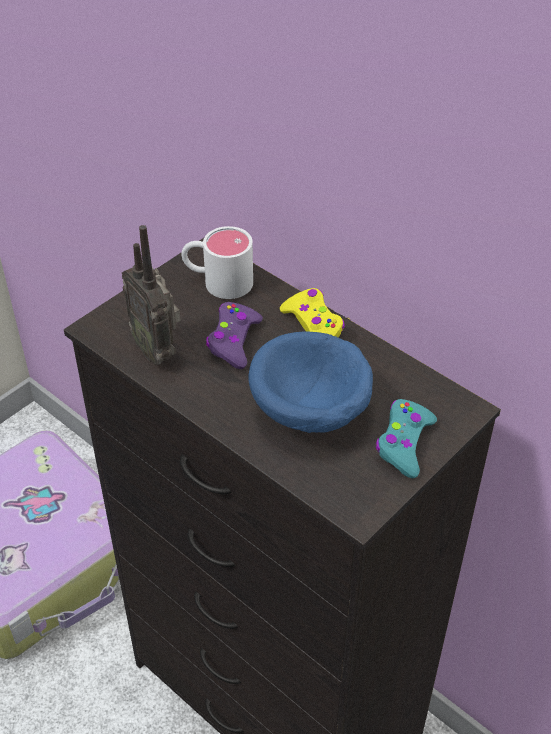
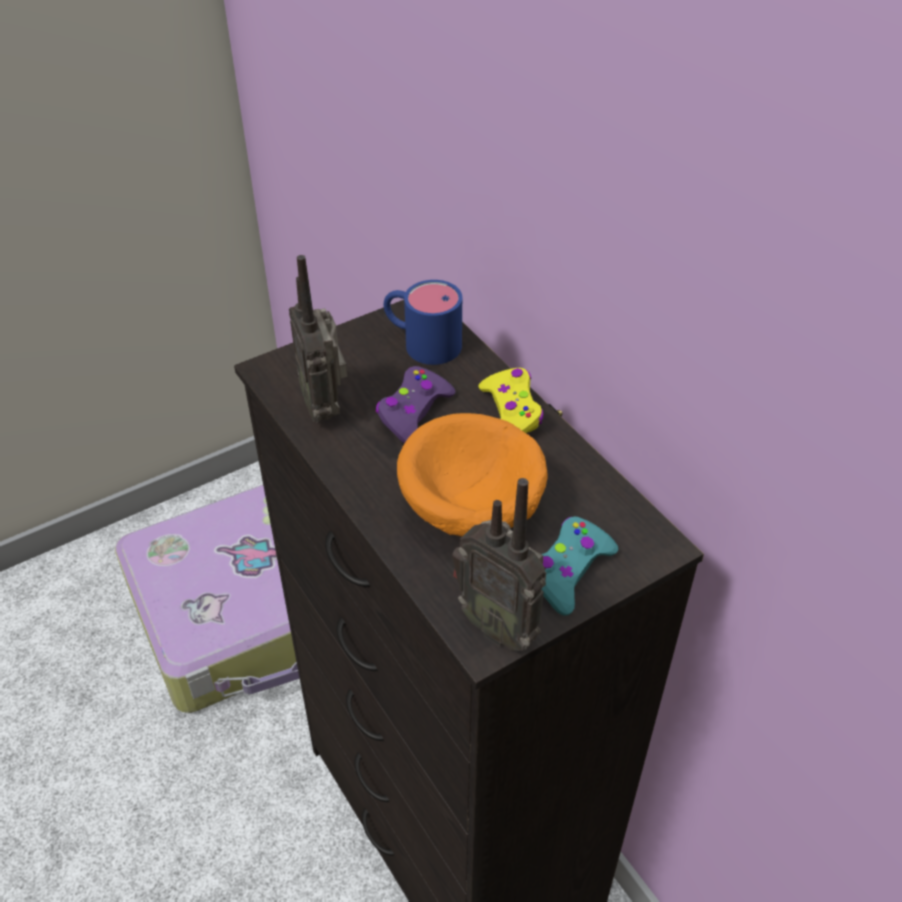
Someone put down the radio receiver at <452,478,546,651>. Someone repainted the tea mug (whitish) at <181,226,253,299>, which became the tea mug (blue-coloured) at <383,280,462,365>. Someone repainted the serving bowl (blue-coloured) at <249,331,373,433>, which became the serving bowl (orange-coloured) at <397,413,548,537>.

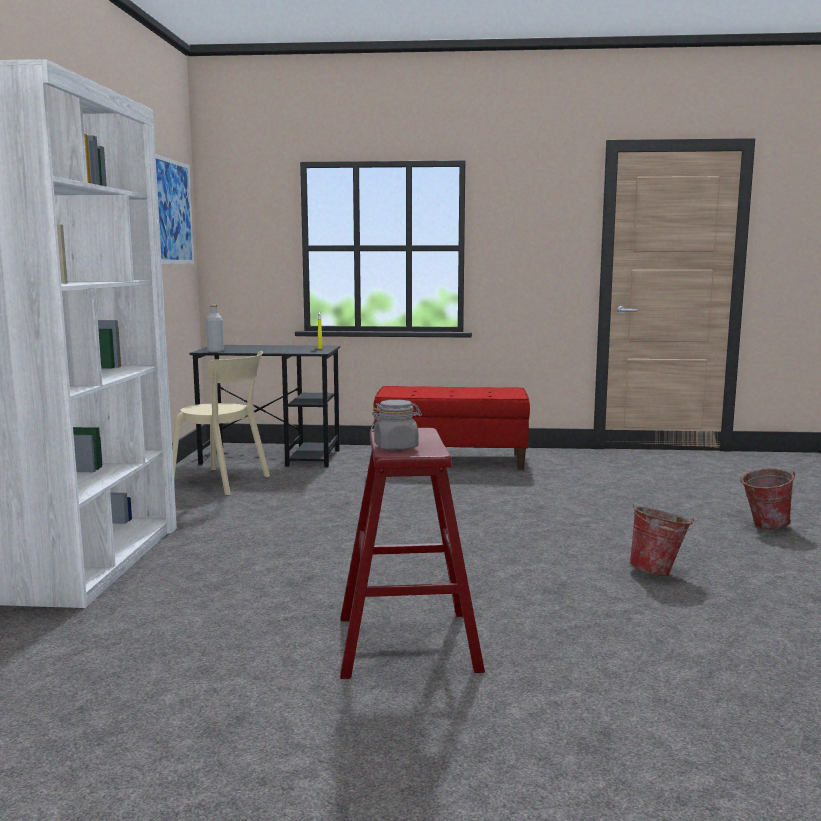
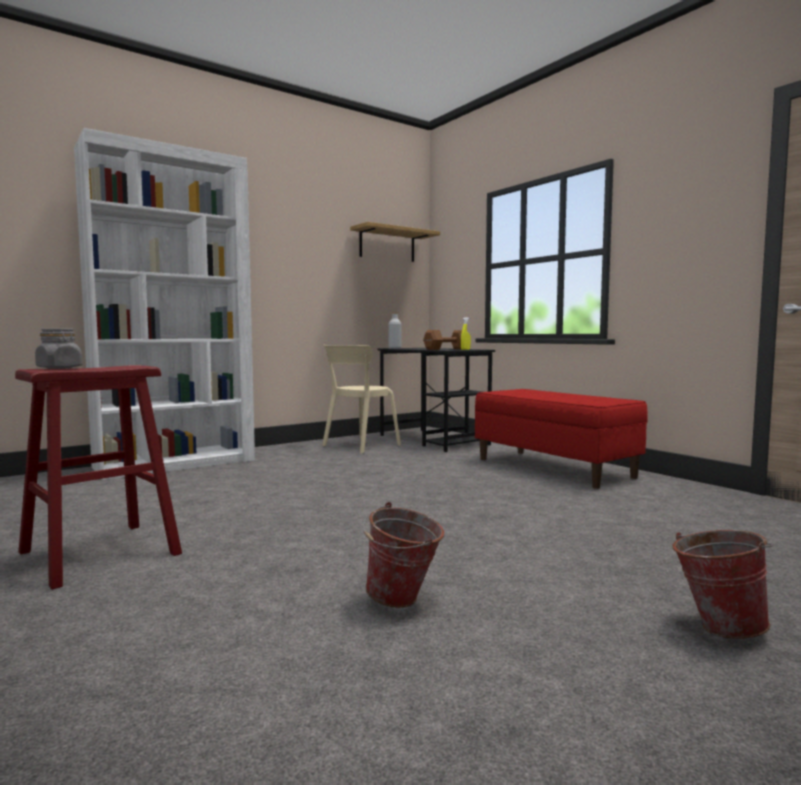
Someone put down the dumbbell (brownish) at <423,330,462,350>. Someone swapped the wall picture at <156,154,194,264> for the shelf at <350,222,440,262>. Someone rotated the upright chair (beige) at <172,351,270,495> by 60 degrees clockwise.

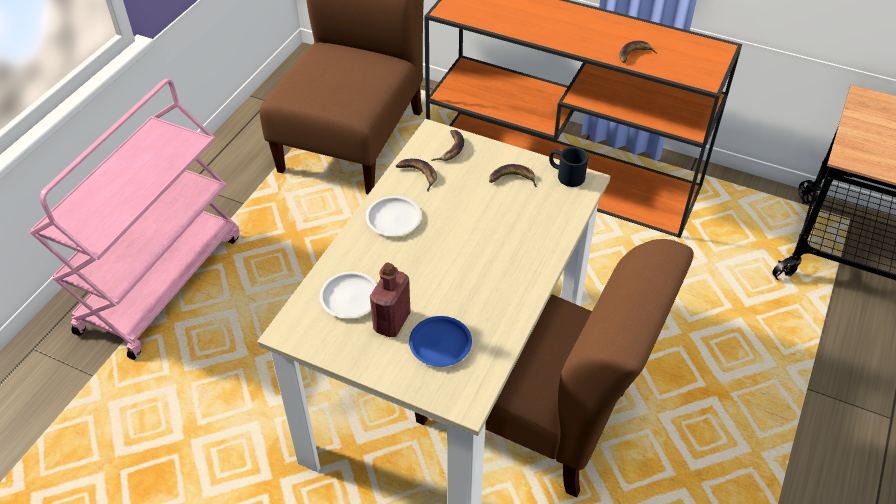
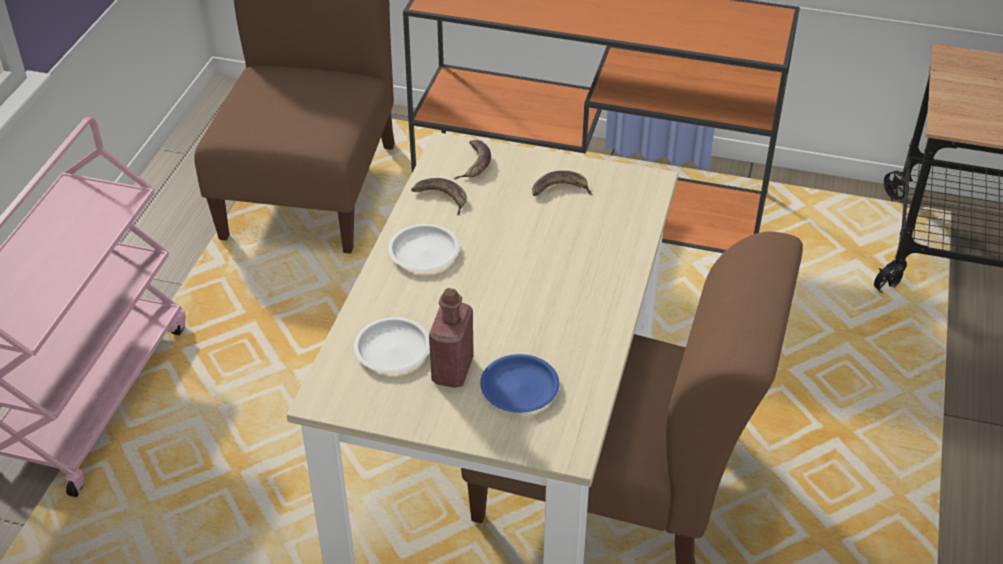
Someone took away the tea mug (blackish) at <549,147,588,187>. Someone took away the whole banana at <619,41,657,63>.

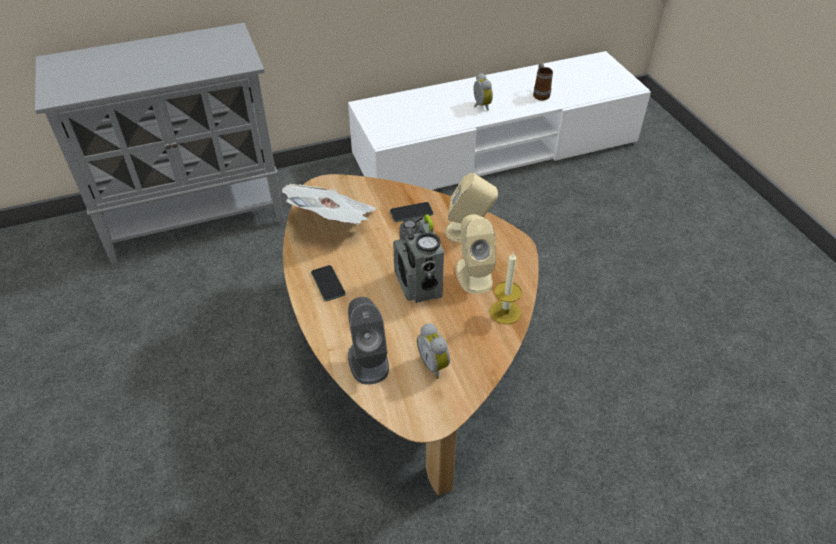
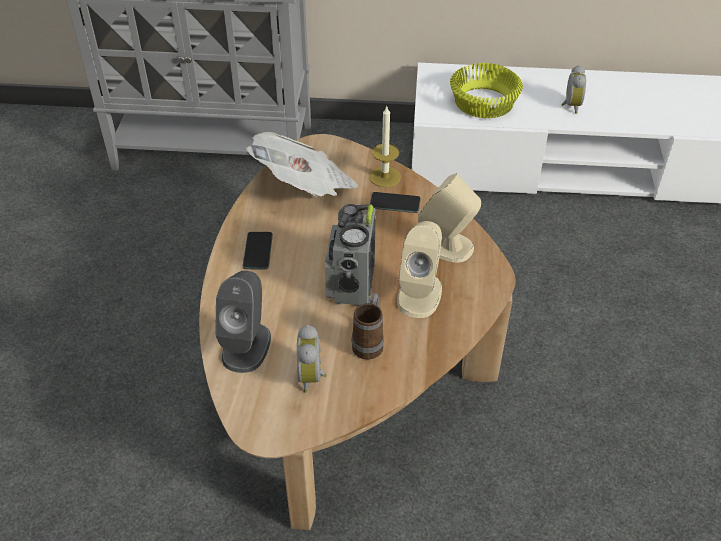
Someone put down the serving bowl (yellowish) at <450,63,523,118>. Someone carried the wax light from <490,251,522,324> to <369,106,401,187>. Someone carried the tea mug from <533,63,553,101> to <352,293,384,360>.

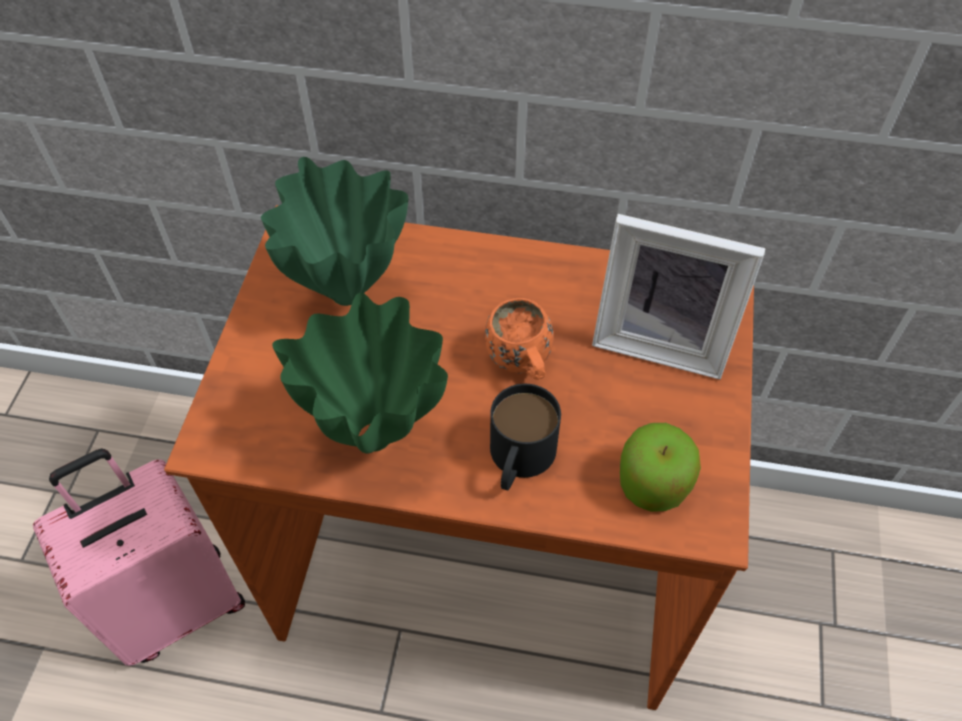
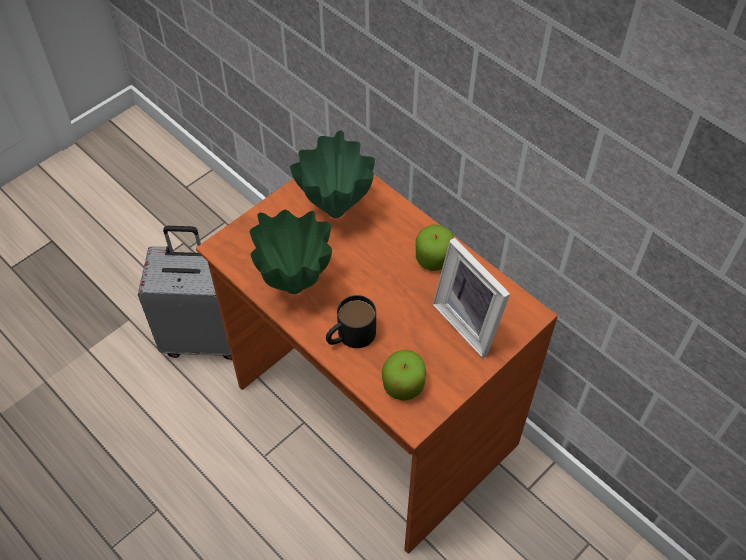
Someone took away the tea mug (orange-coloured) at <485,298,553,380>. Someone put down the whole apple at <416,224,454,271>. Someone repainted the piece of luggage (pink) at <33,448,245,666>, which became the piece of luggage (gray) at <138,226,232,360>.

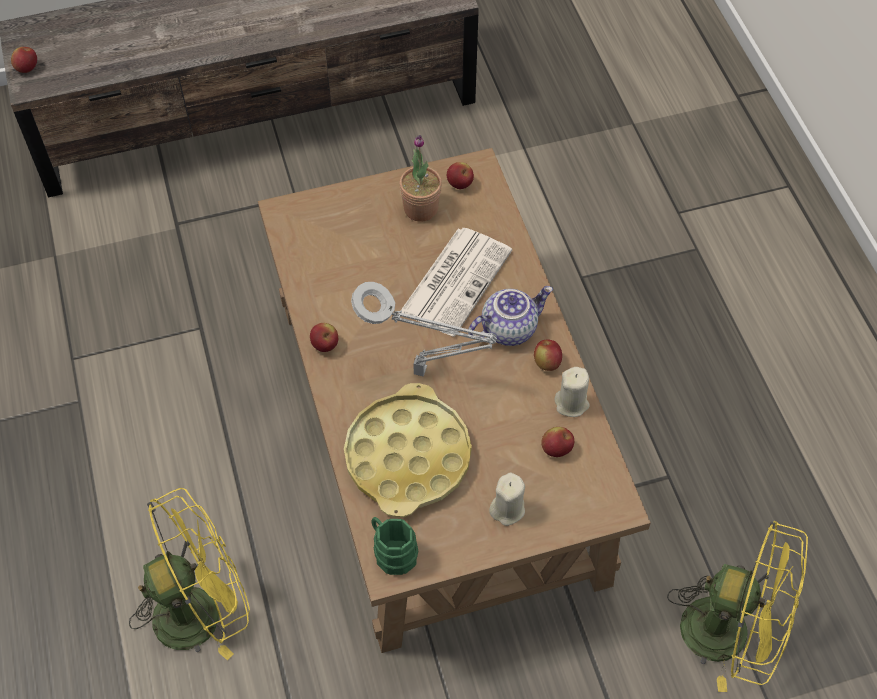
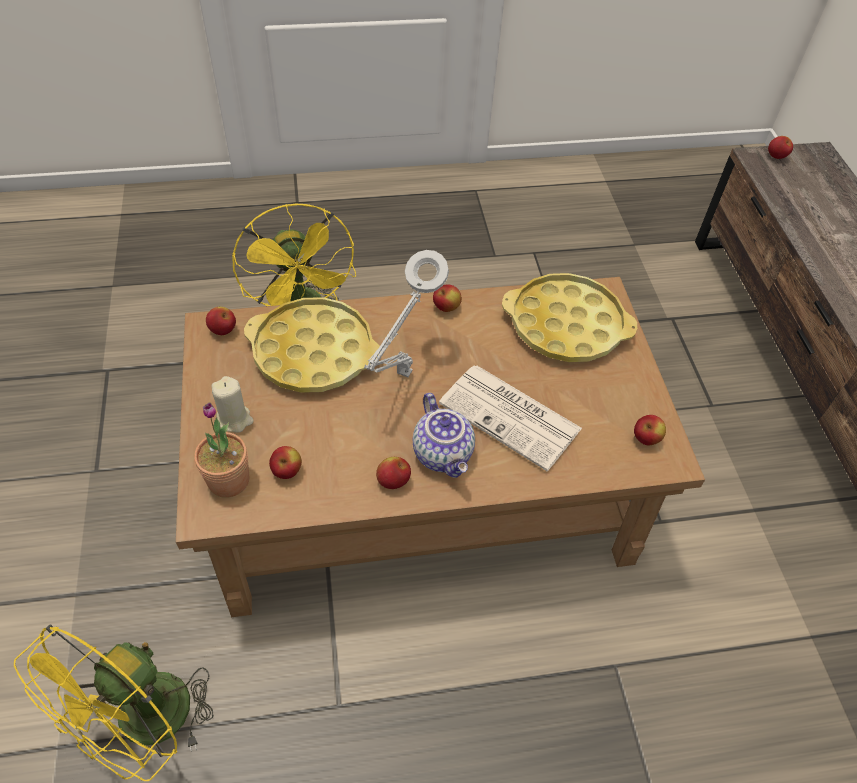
Someone took away the wax light (beige) at <555,367,590,417>. Someone put down the serving tray (yellowish) at <502,273,637,362>. Someone carried the plant in a pot from <399,135,442,222> to <194,402,249,498>. Someone swapped the tea mug (green-coloured) at <371,517,418,575> for the whole apple at <206,307,236,335>.

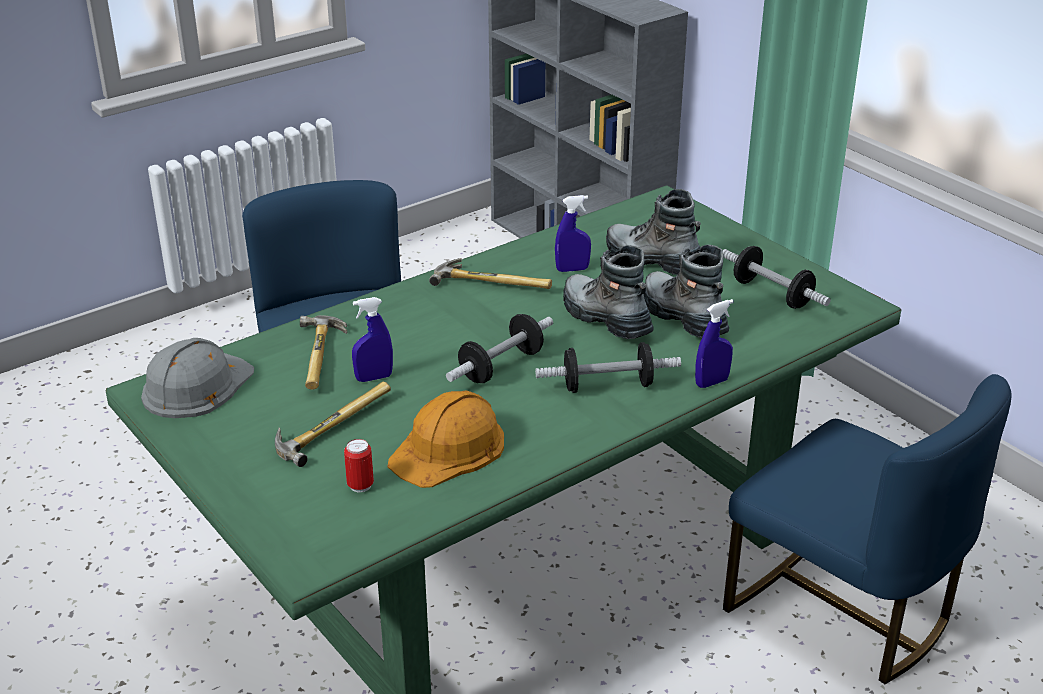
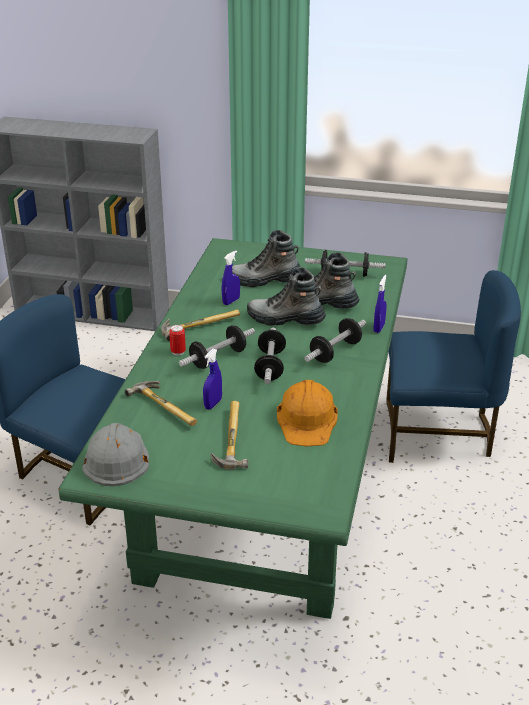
Someone put down the dumbbell at <179,325,255,369>. Someone carried the sealed can from <344,439,374,492> to <169,325,186,356>.

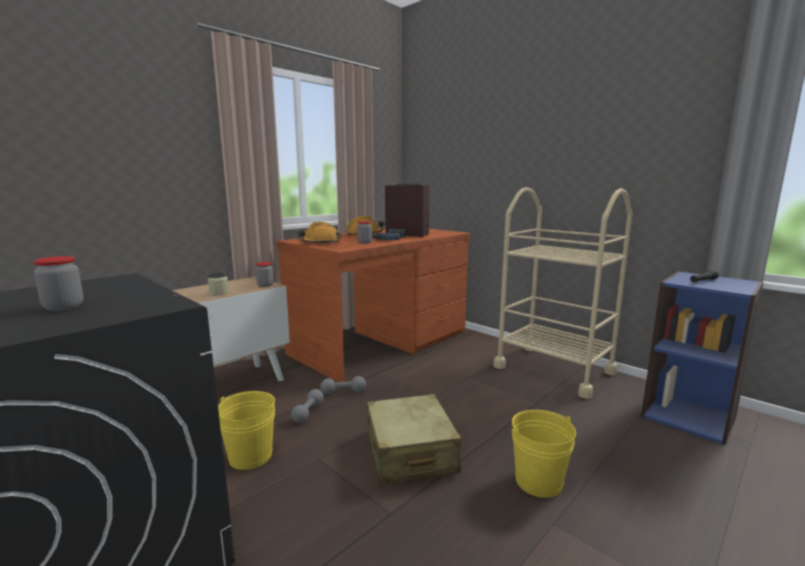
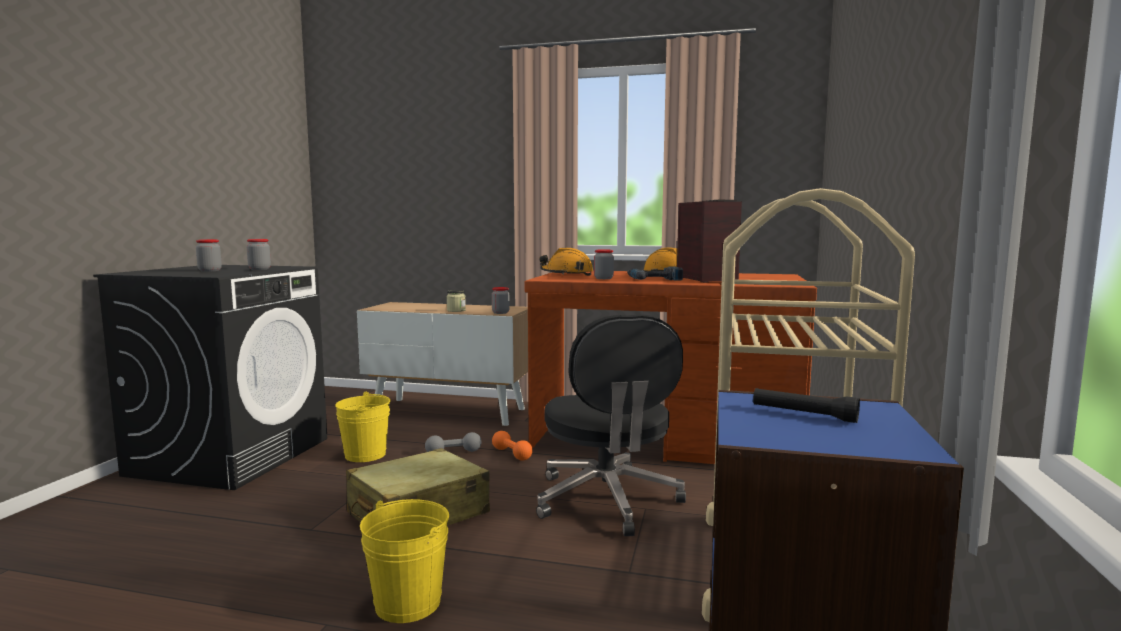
Someone put down the jar at <247,239,271,270>. Someone put down the office chair (blackish) at <536,314,686,536>. Someone repainted the dumbbell (gray) at <320,376,366,394>, which became the dumbbell (orange-coloured) at <492,431,533,461>.

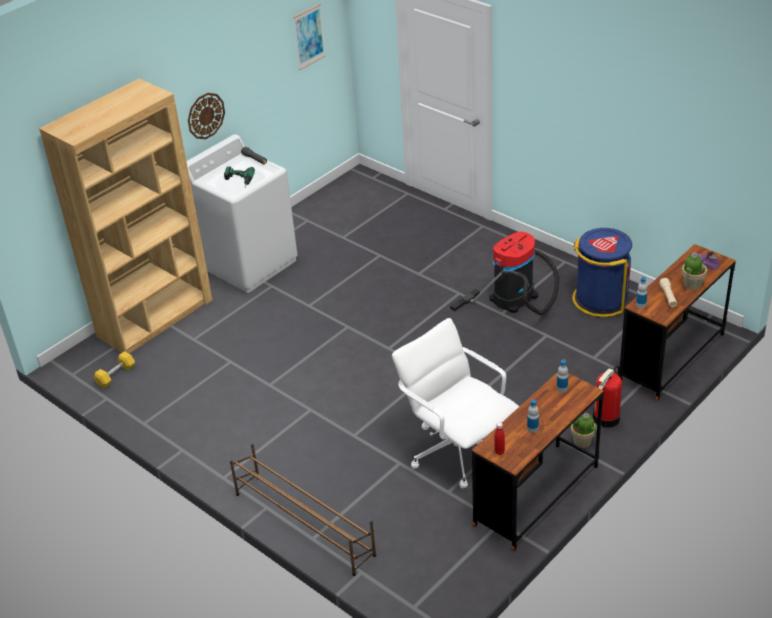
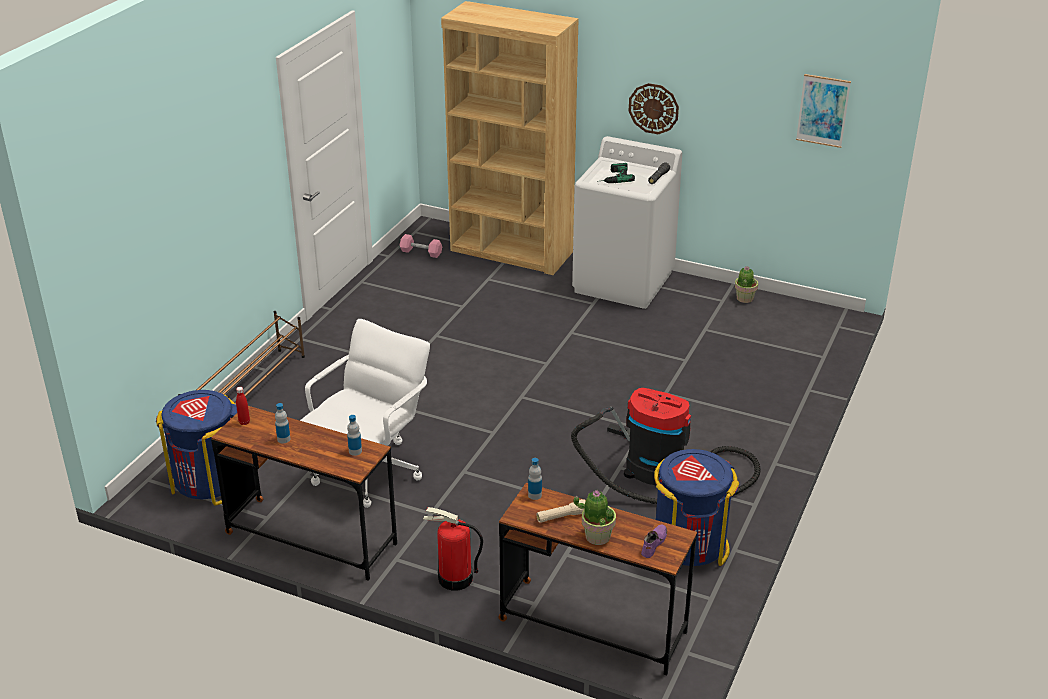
Someone put down the trash can (blue-coloured) at <156,390,237,506>. Someone carried the plant in a pot from <571,413,602,448> to <735,266,758,303>. Someone repainted the dumbbell (yellowish) at <94,351,135,388>, which became the dumbbell (pink) at <400,234,442,258>.

